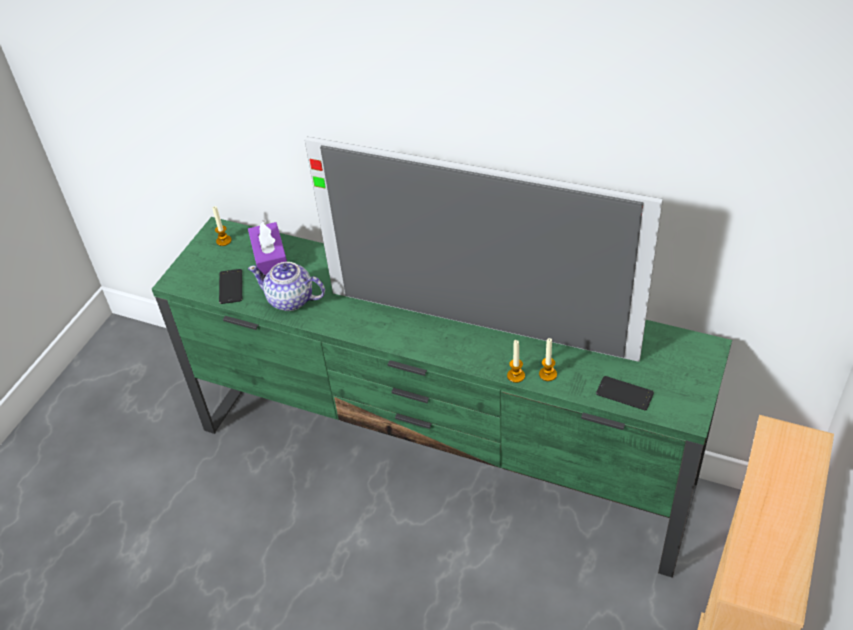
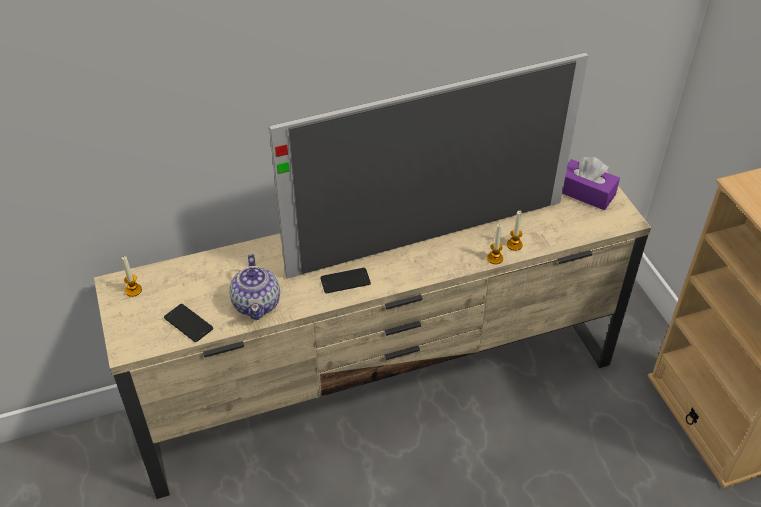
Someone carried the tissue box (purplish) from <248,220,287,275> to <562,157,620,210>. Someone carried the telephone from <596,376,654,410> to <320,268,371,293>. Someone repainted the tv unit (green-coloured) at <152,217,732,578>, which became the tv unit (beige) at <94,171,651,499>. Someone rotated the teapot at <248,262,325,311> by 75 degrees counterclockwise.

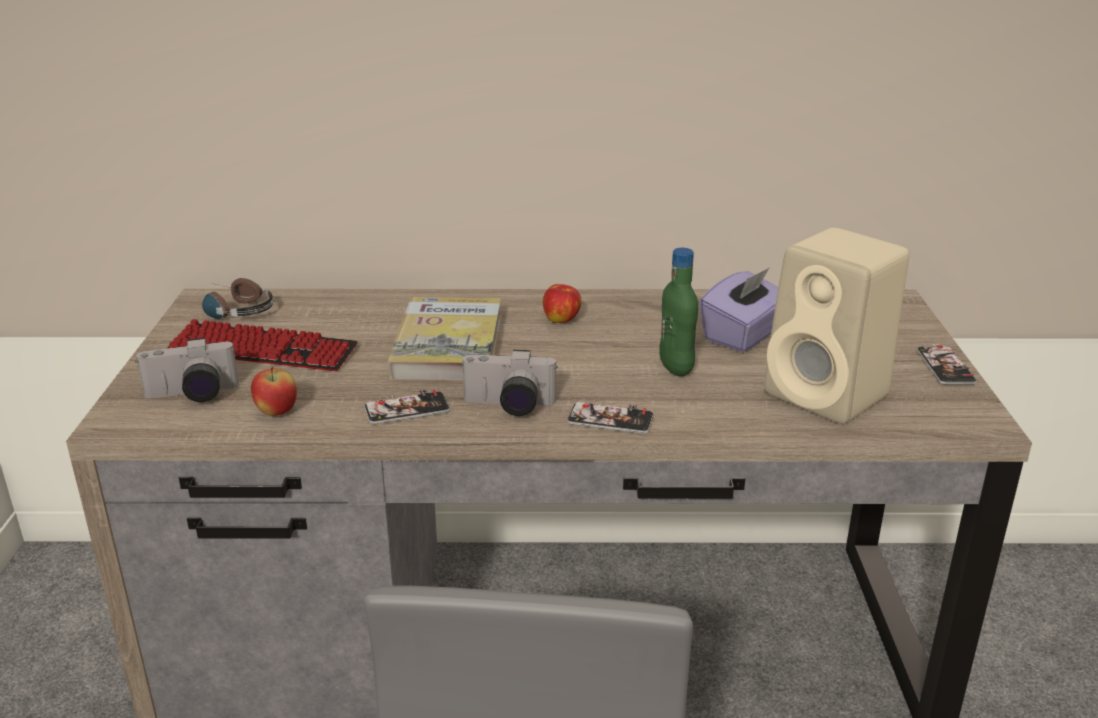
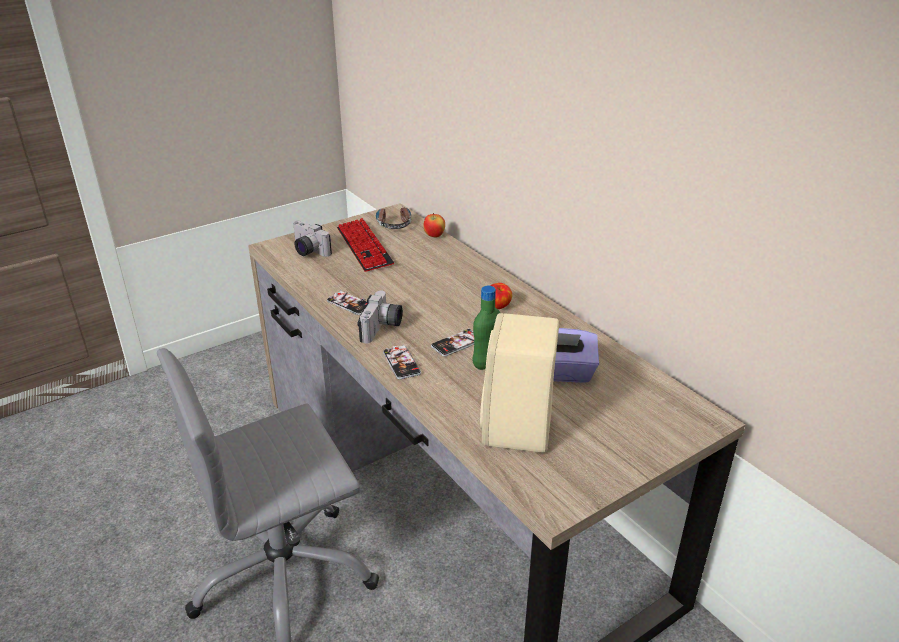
Someone took away the bound book at <387,297,501,381>. Someone carried the whole apple from <251,367,297,416> to <423,213,445,237>. Someone carried the telephone from <916,344,977,385> to <431,328,474,357>. Someone rotated the photo camera at <461,350,558,416> by 135 degrees counterclockwise.

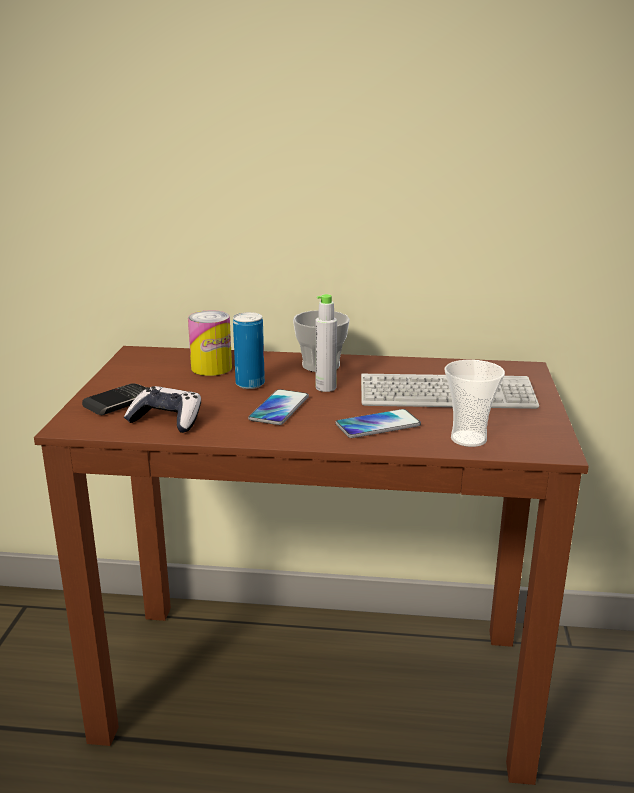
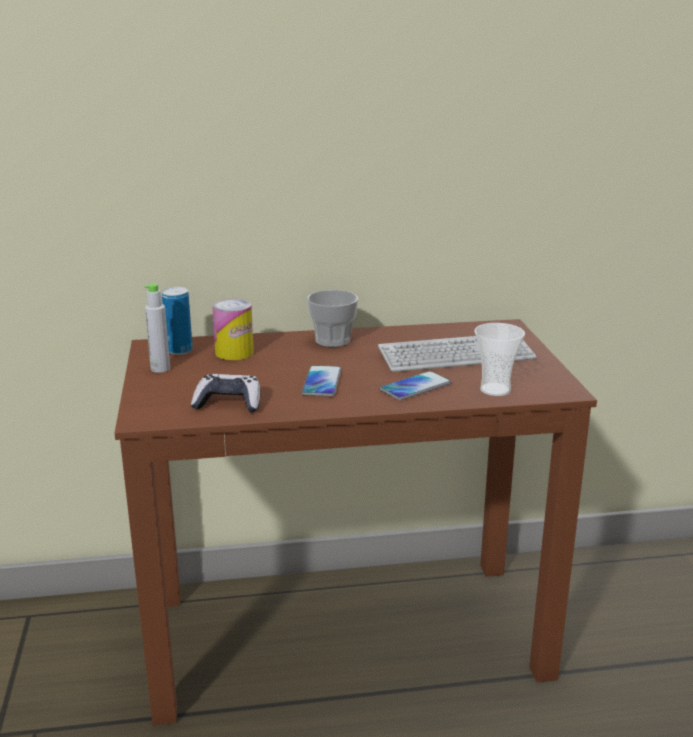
Someone took away the telephone at <82,383,146,415>. Someone carried the sealed can from <233,312,265,389> to <162,287,193,355>. Someone carried the drink bottle (gray) from <316,294,337,392> to <144,283,170,373>.

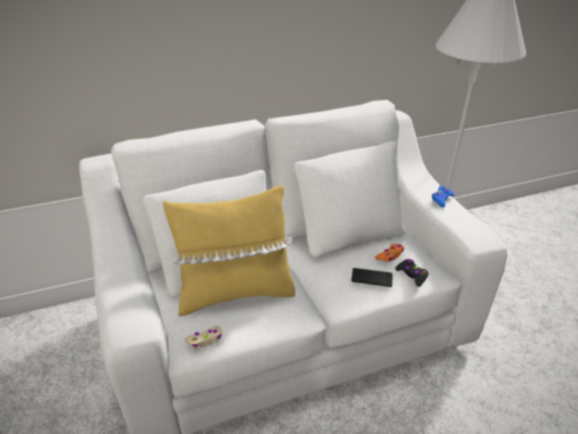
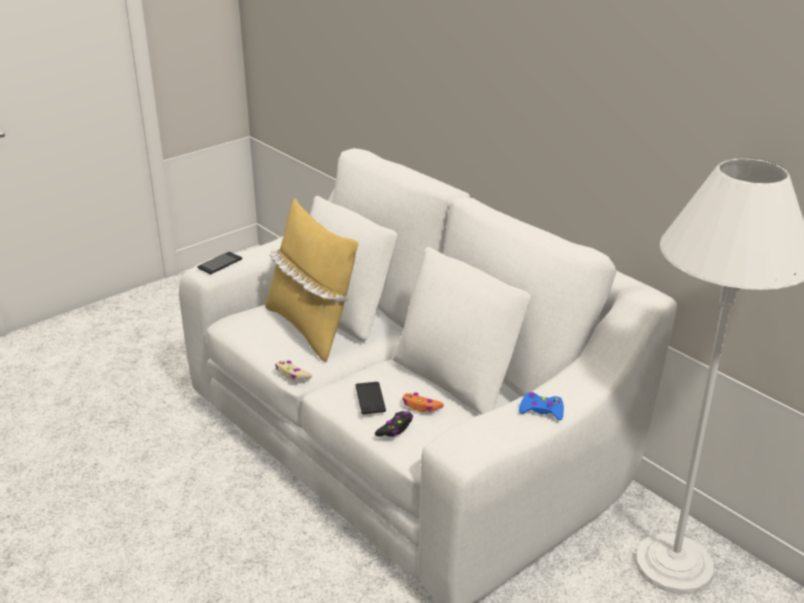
Someone put down the telephone at <197,252,242,274>. Someone carried the game controller (beige) from <184,326,222,348> to <275,360,312,380>.

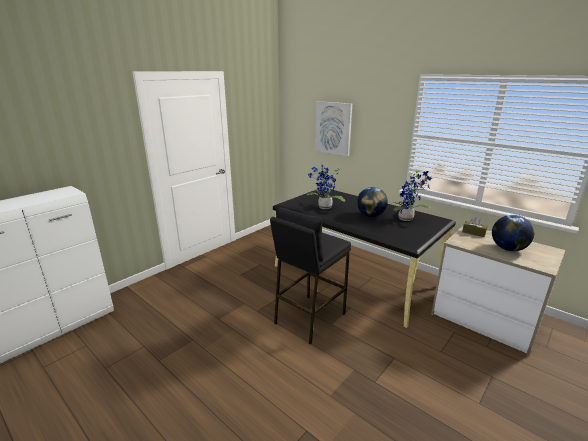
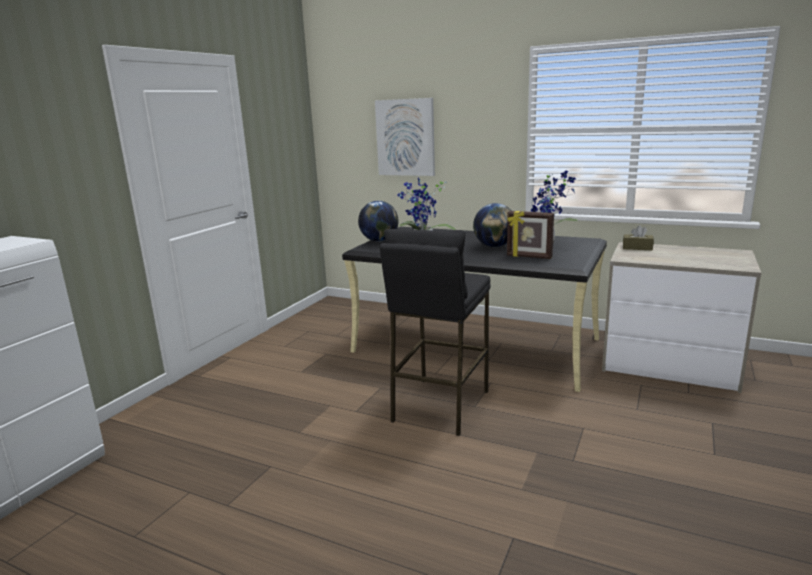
Someone put down the photo frame at <507,211,554,259>. Someone carried the desk globe from <492,215,534,251> to <358,201,399,242>.

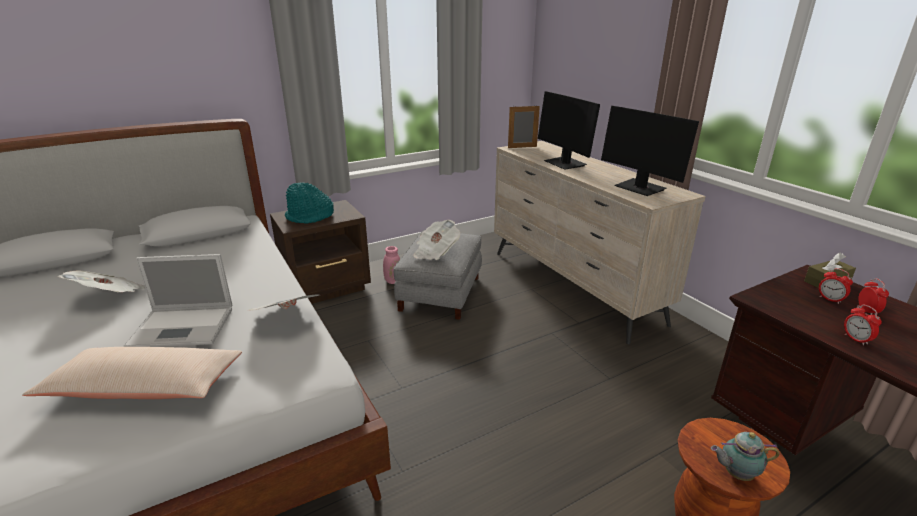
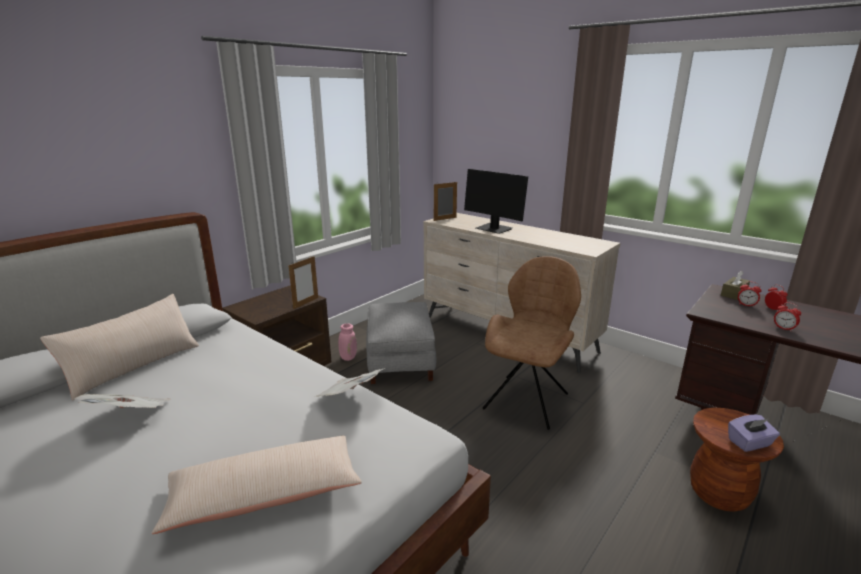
Someone took away the notebook computer at <124,254,232,347>. Someone took away the clothing hat (blue-green) at <285,183,334,223>. Someone took away the daily paper at <413,220,460,260>. Someone took away the monitor at <601,106,699,196>. Someone put down the cushion (beige) at <40,294,199,401>. Someone put down the photo frame at <288,256,318,309>. Someone put down the upright chair (brownish) at <483,256,581,430>. Someone swapped the teapot at <711,432,779,481> for the tissue box (purplish) at <728,415,780,452>.

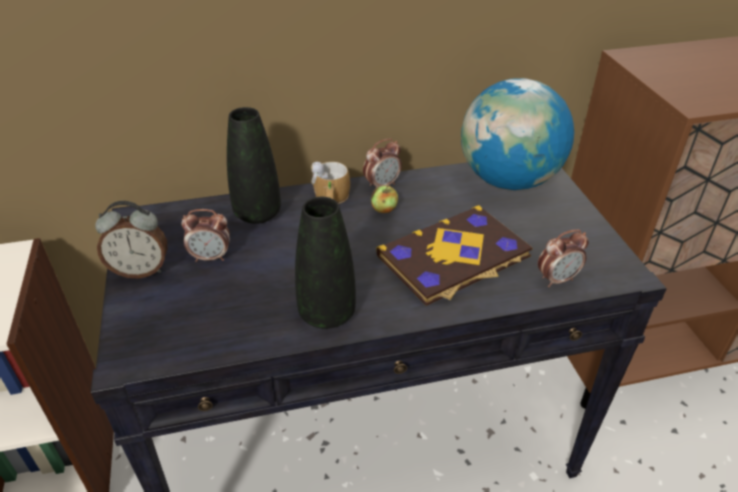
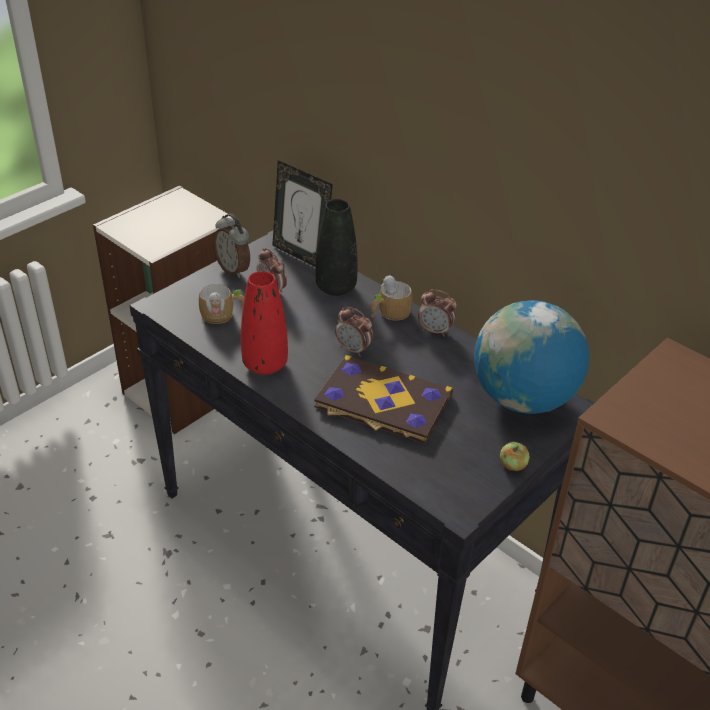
Someone put down the tea mug at <199,284,244,324>. Someone put down the photo frame at <272,160,333,267>. Someone carried the whole apple from <371,186,398,213> to <500,441,530,471>. Someone carried the bedside clock from <538,229,589,287> to <335,307,373,357>. Someone repainted the decorative vase (blackish) at <295,197,356,329>, which became the decorative vase (red) at <241,271,288,375>.

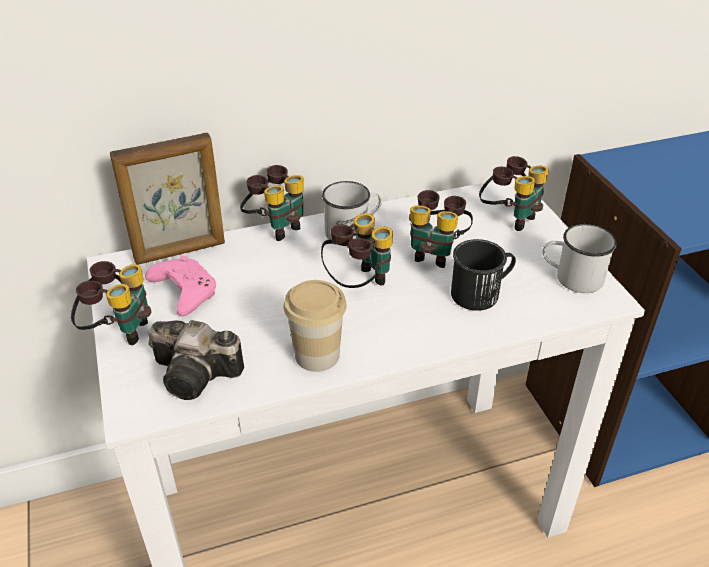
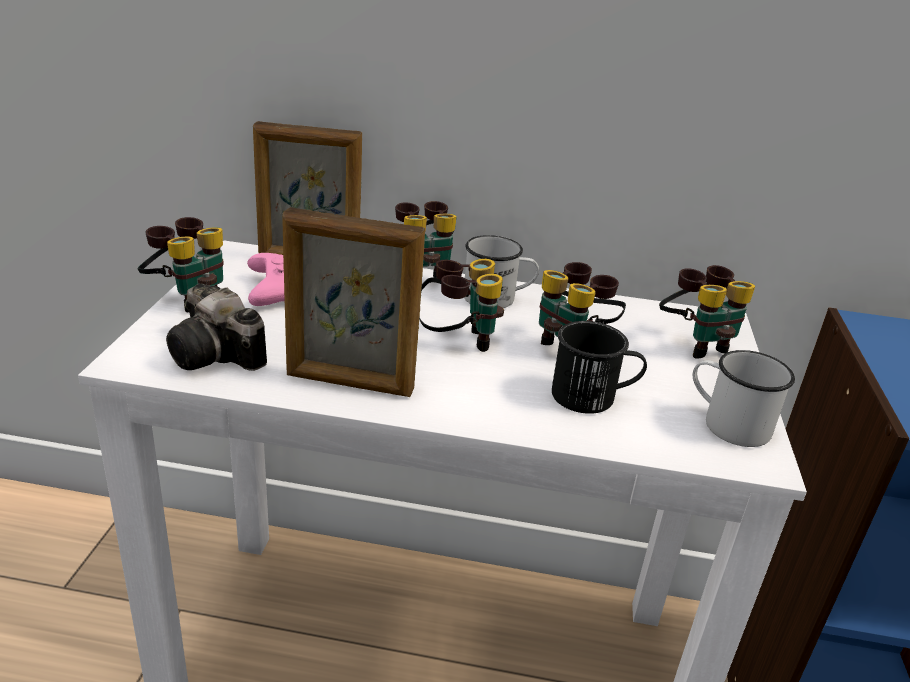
Someone swapped the drinking cup at <283,280,347,372> for the photo frame at <282,207,425,397>.

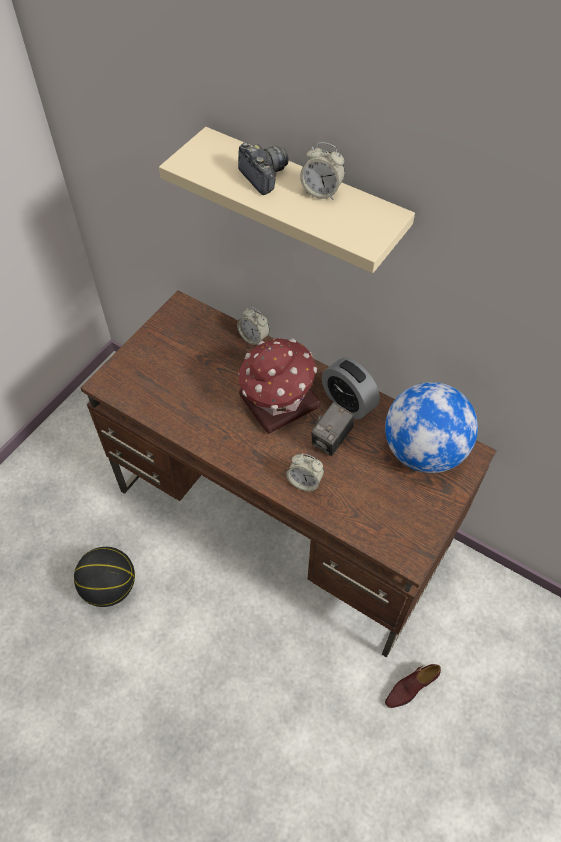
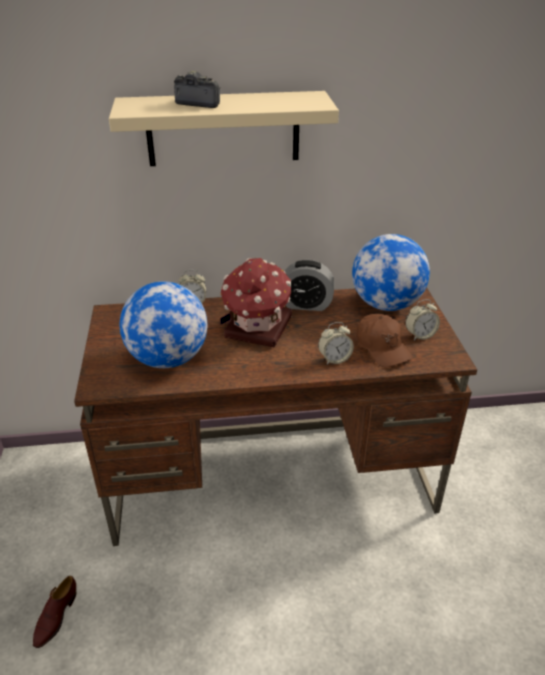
Someone took away the basketball at <74,547,135,607>. Someone took away the photo camera at <311,402,354,456>. Someone put down the desk globe at <120,281,207,368>. Someone put down the peaked cap (brownish) at <356,314,413,367>. Someone carried the bedside clock from <300,142,345,200> to <405,300,440,340>. Someone carried the shoe (brownish) from <385,664,441,708> to <33,576,76,648>.

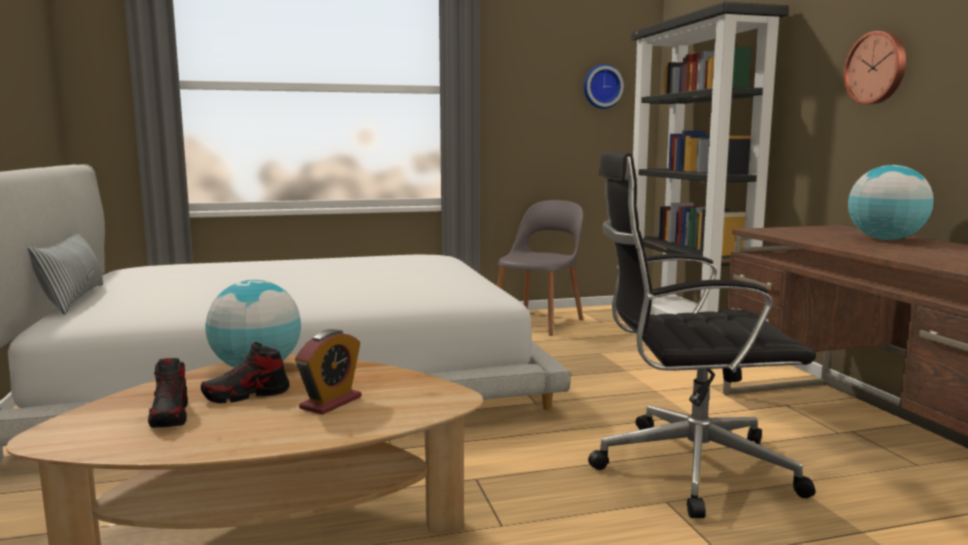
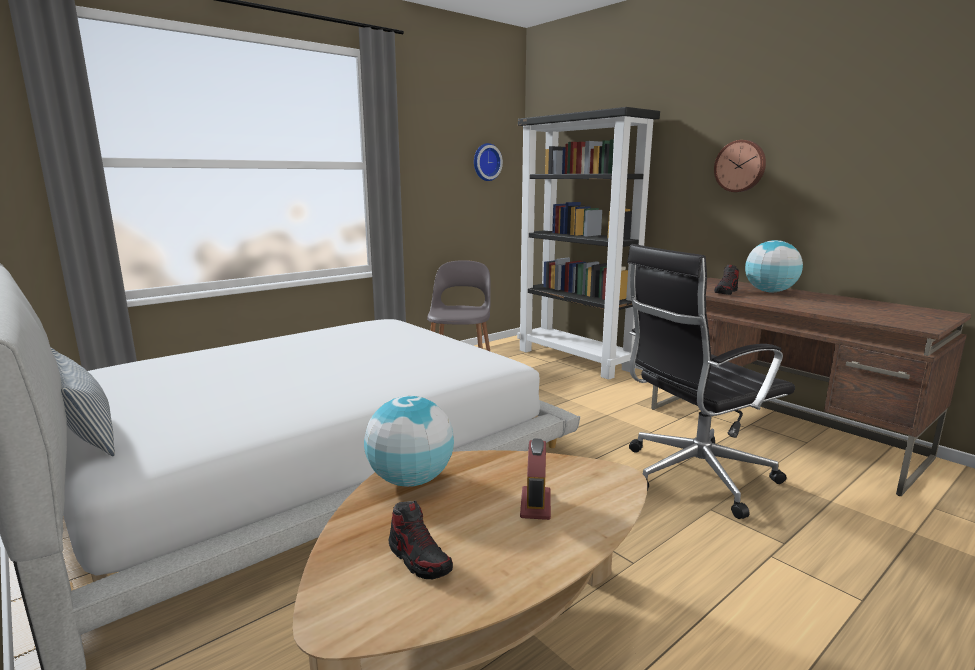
Someone carried the shoe from <201,342,289,403> to <714,265,739,295>.

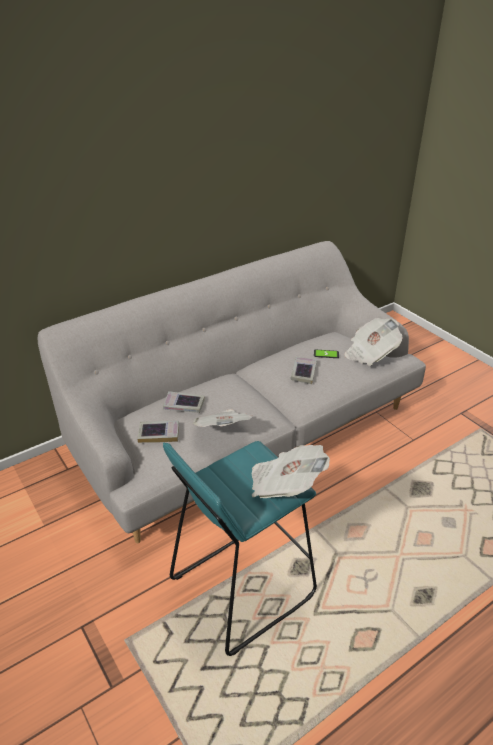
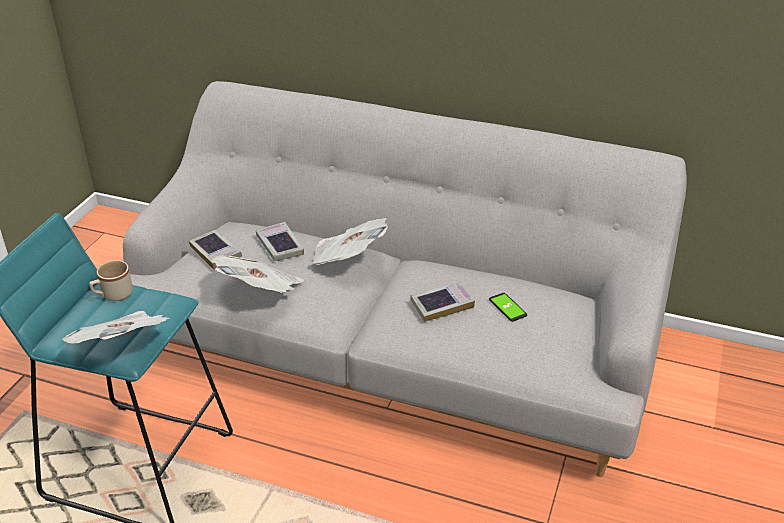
Someone put down the tea mug (beige) at <89,260,133,301>. Someone carried the daily paper from <344,318,402,366> to <310,218,388,265>.

